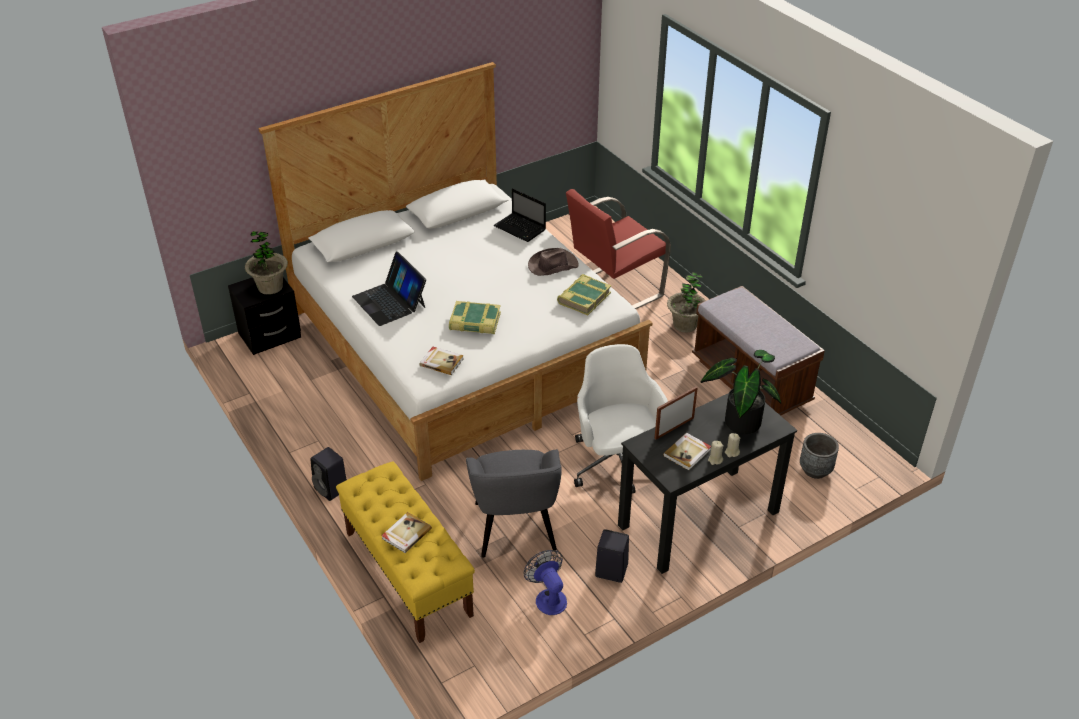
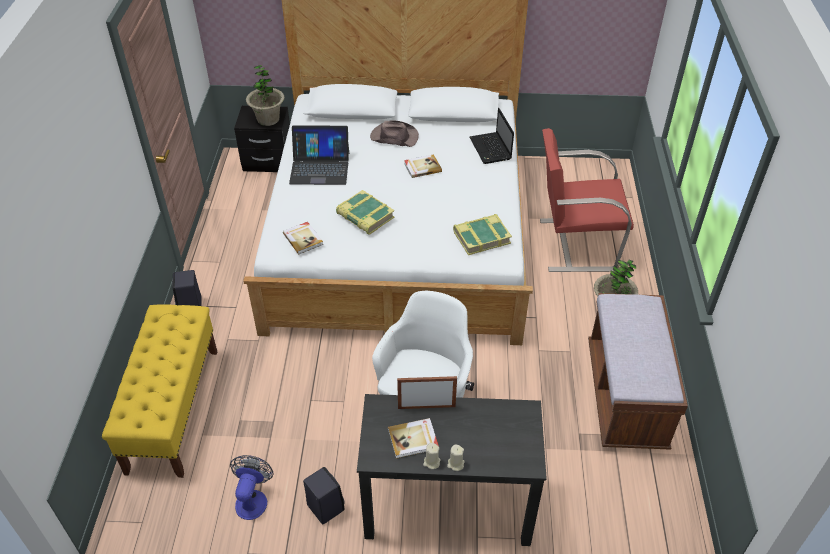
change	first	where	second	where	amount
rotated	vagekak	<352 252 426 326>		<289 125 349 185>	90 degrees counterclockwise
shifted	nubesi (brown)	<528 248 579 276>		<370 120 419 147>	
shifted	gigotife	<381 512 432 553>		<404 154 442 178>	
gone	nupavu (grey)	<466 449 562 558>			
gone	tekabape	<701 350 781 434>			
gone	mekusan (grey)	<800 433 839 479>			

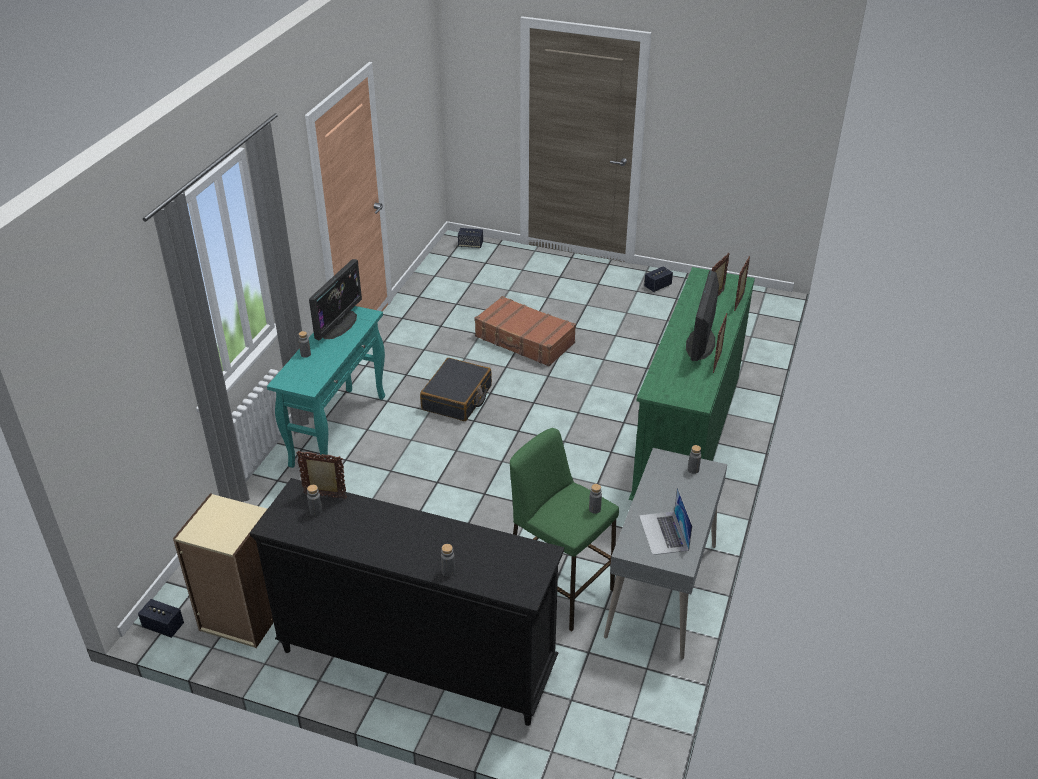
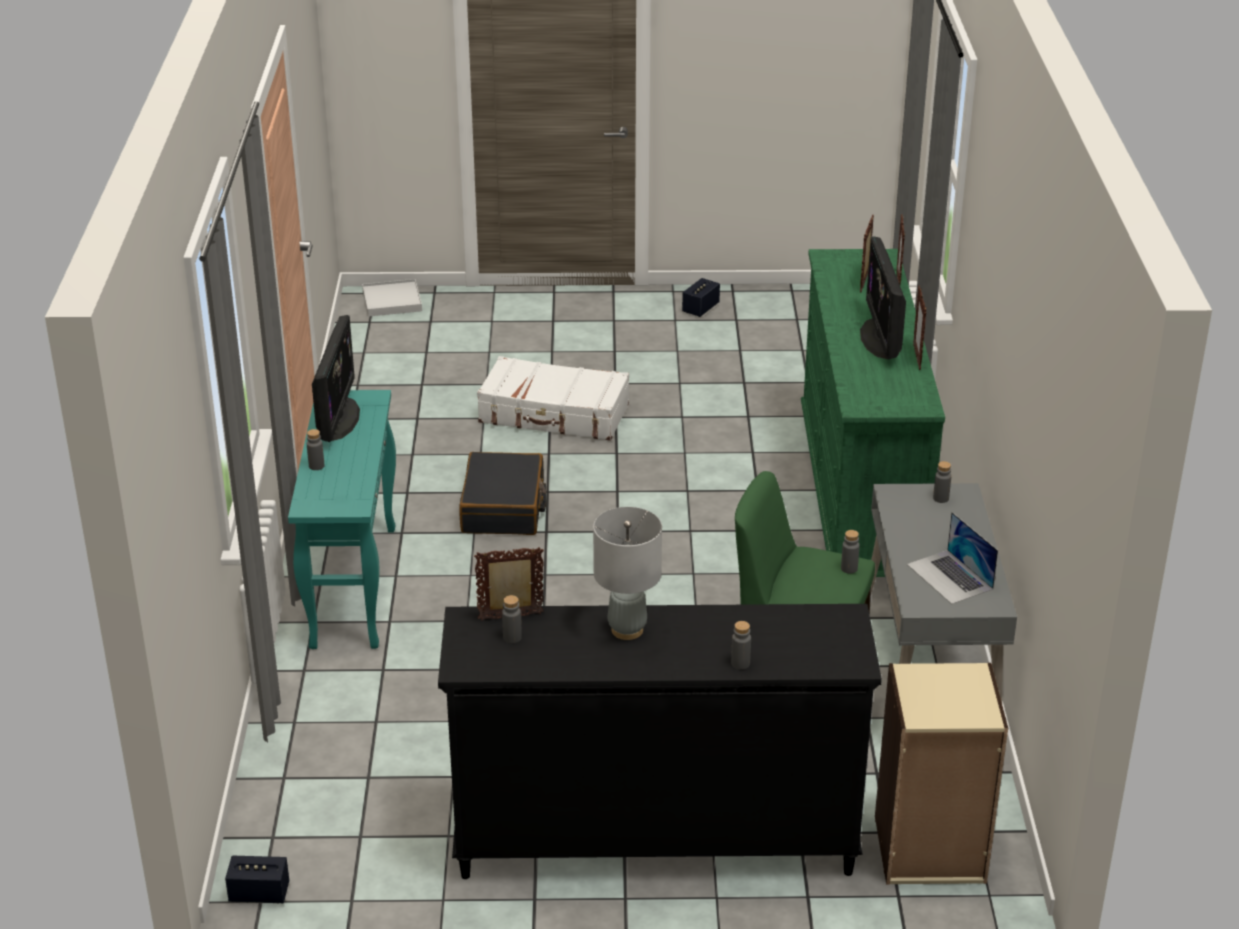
change	first	where	second	where	amount
swapped	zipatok	<458 228 483 248>	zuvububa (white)	<362 279 422 317>	
repainted	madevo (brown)	<474 296 576 366>	madevo (white)	<477 356 629 441>	
new			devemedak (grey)	<593 507 662 640>	
shifted	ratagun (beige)	<173 493 274 648>		<875 663 1008 885>	

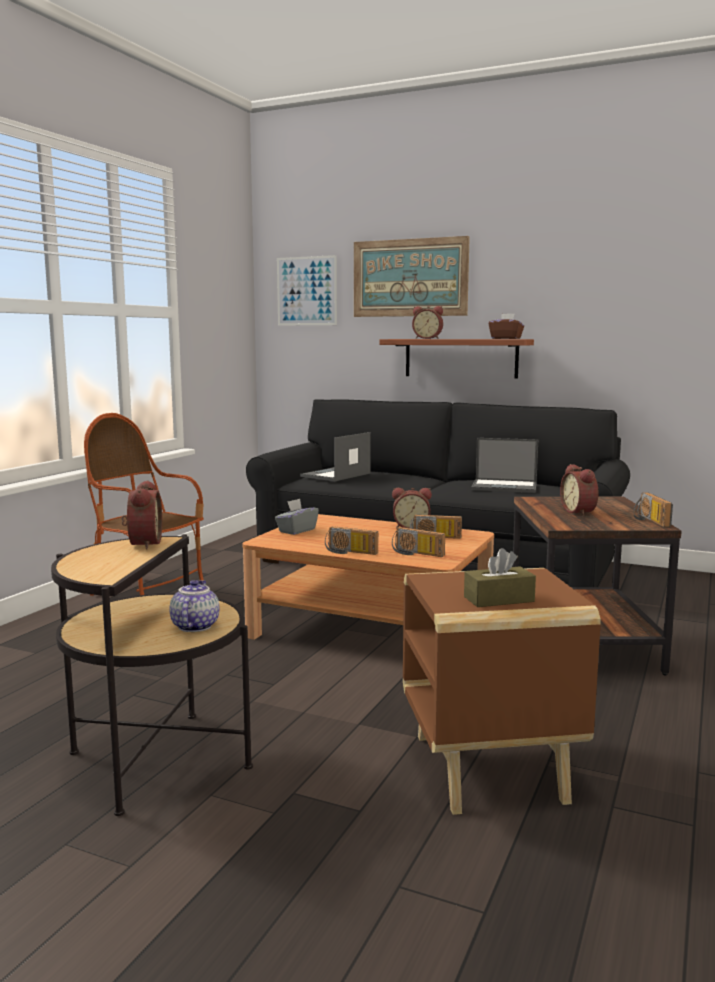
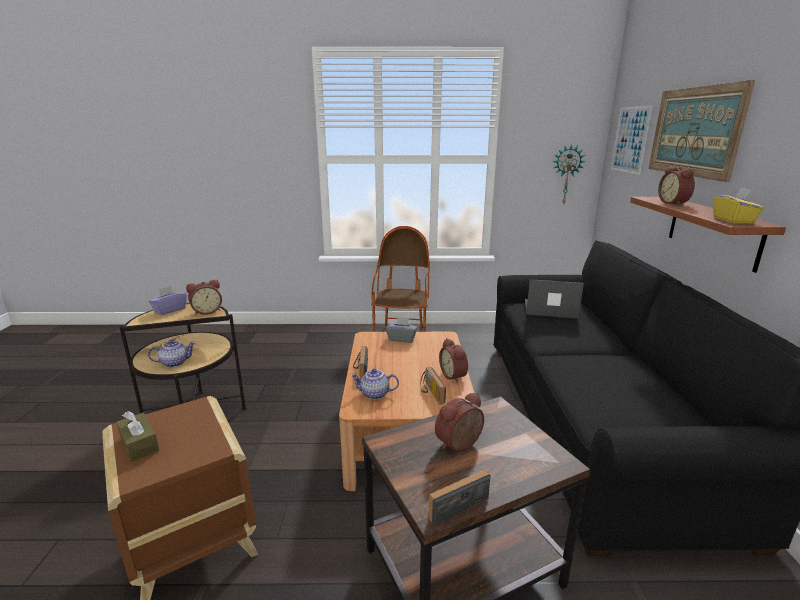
change	first	where	second	where	amount
new			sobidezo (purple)	<149 286 187 315>	
swapped	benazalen	<392 527 445 557>	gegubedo	<350 369 399 400>	
new			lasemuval	<553 144 585 205>	
repainted	sobidezo (brown)	<488 313 524 339>	sobidezo (yellow)	<713 187 764 223>	
gone	vagekak	<471 438 538 493>			

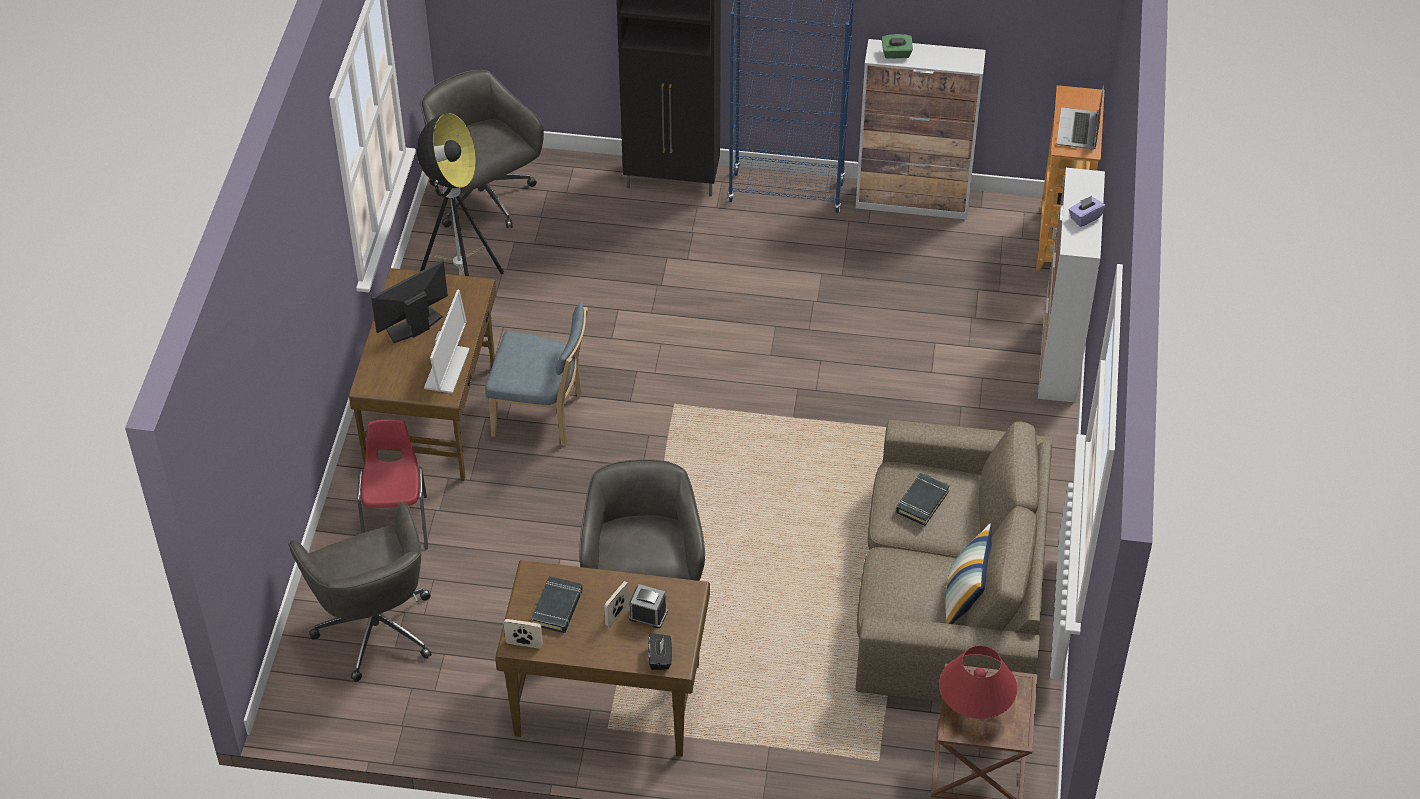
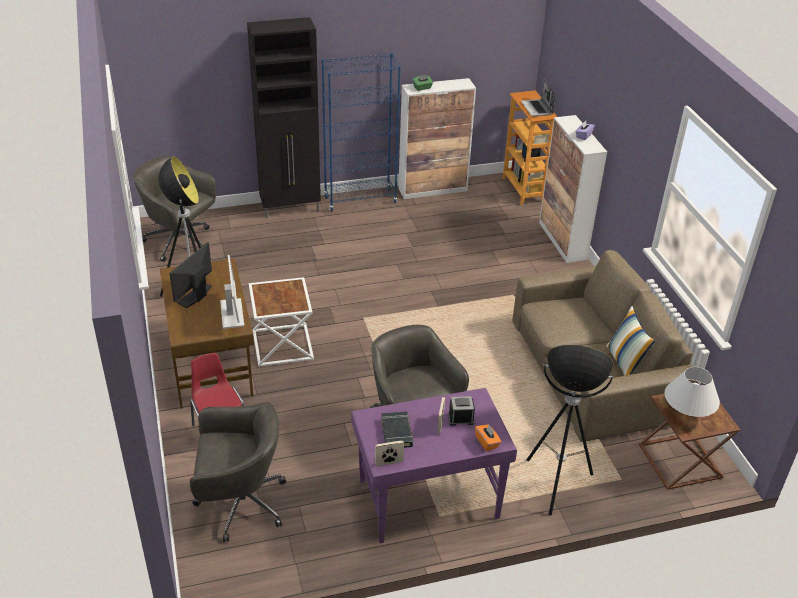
change	first	where	second	where	amount
rotated	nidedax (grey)	<288 503 432 682>		<190 402 286 542>	45 degrees counterclockwise
swapped	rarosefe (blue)	<485 302 588 446>	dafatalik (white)	<249 277 314 367>	
repainted	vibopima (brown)	<495 560 710 757>	vibopima (purple)	<351 388 517 544>	
repainted	sobidezo (black)	<648 633 672 670>	sobidezo (orange)	<475 425 501 451>	
new			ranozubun	<527 345 613 515>	
repainted	devemedak (red)	<939 645 1017 719>	devemedak (white)	<665 367 720 417>	
gone	gigotife (black)	<896 473 950 526>			

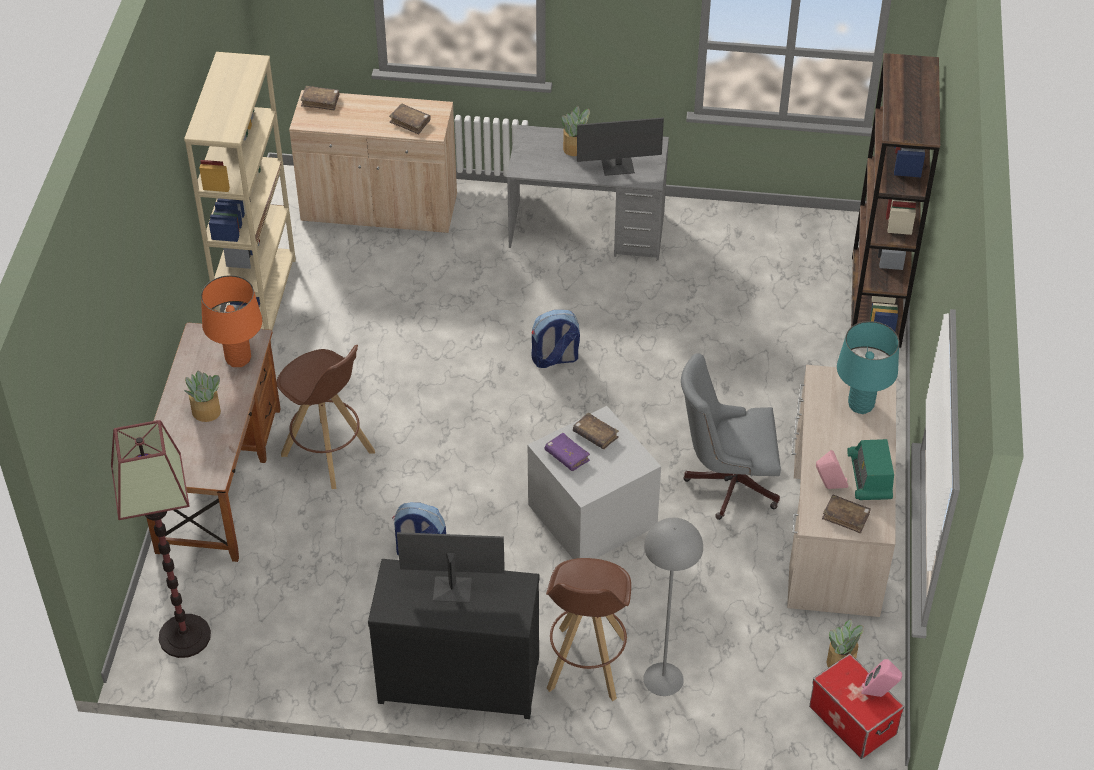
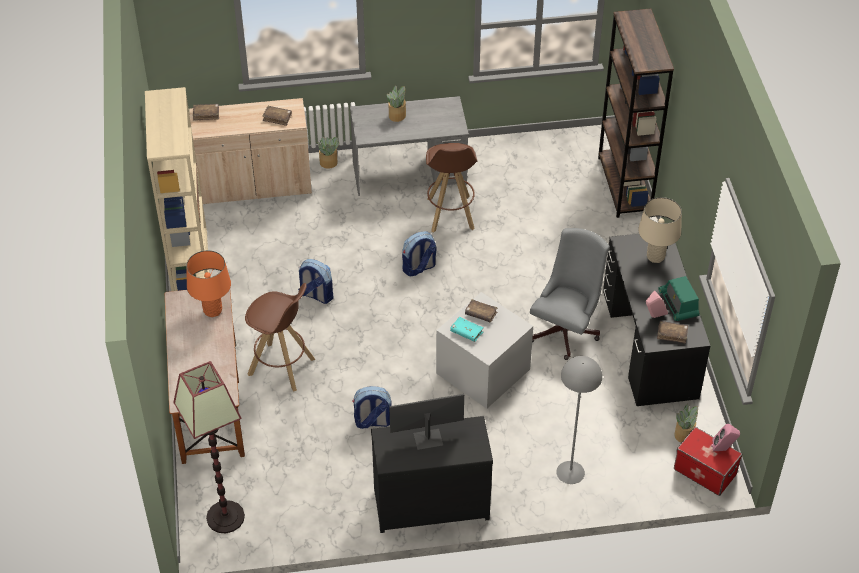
change	first	where	second	where	amount
new			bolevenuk	<298 259 334 304>	
shifted	tekabape	<184 371 221 422>		<318 137 340 169>	
shifted	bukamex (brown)	<546 558 631 701>		<426 143 477 233>	
repainted	gigotife (purple)	<545 433 590 471>	gigotife (turquoise)	<450 317 484 342>	
rotated	nidedax (grey)	<681 353 781 520>		<530 228 610 360>	135 degrees clockwise
repainted	vibopima (beige)	<787 365 896 617>	vibopima (black)	<603 234 710 406>	
repainted	devemedak (turquoise)	<837 321 899 414>	devemedak (beige)	<638 197 682 263>	
gone	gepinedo	<577 117 664 176>			

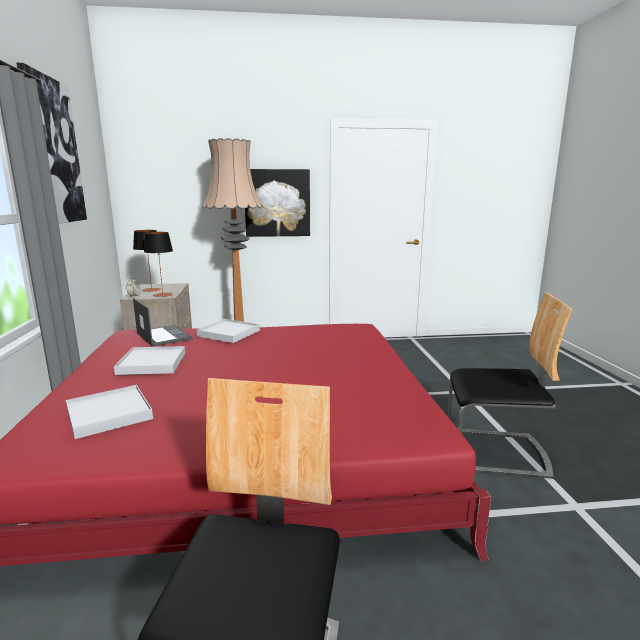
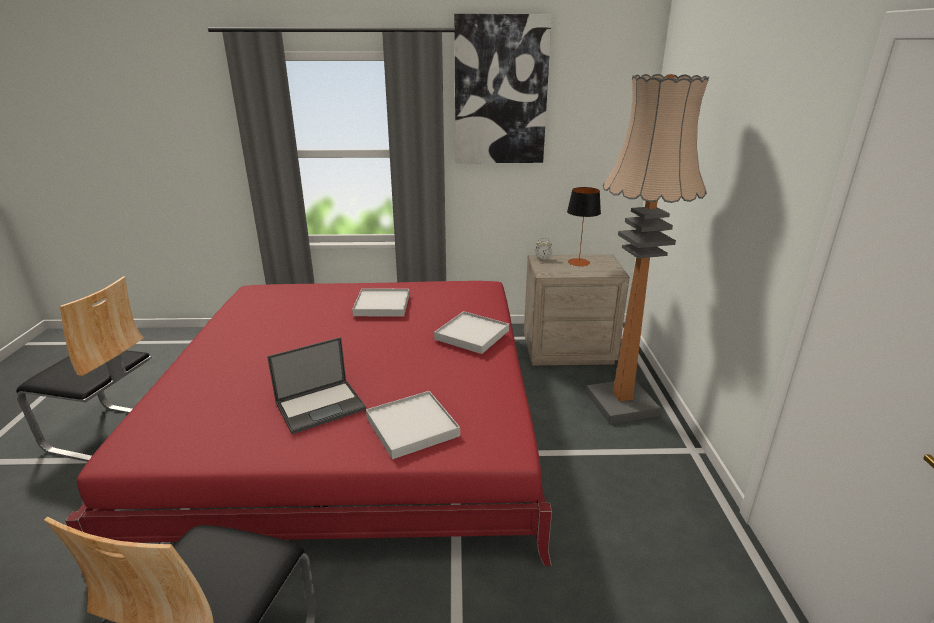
change	first	where	second	where	amount
shifted	vagekak	<133 298 193 347>		<267 337 366 434>	
shifted	zuvububa (white)	<66 385 153 439>		<366 391 460 460>	
gone	devemedak	<144 232 173 297>			
gone	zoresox	<245 169 310 237>			

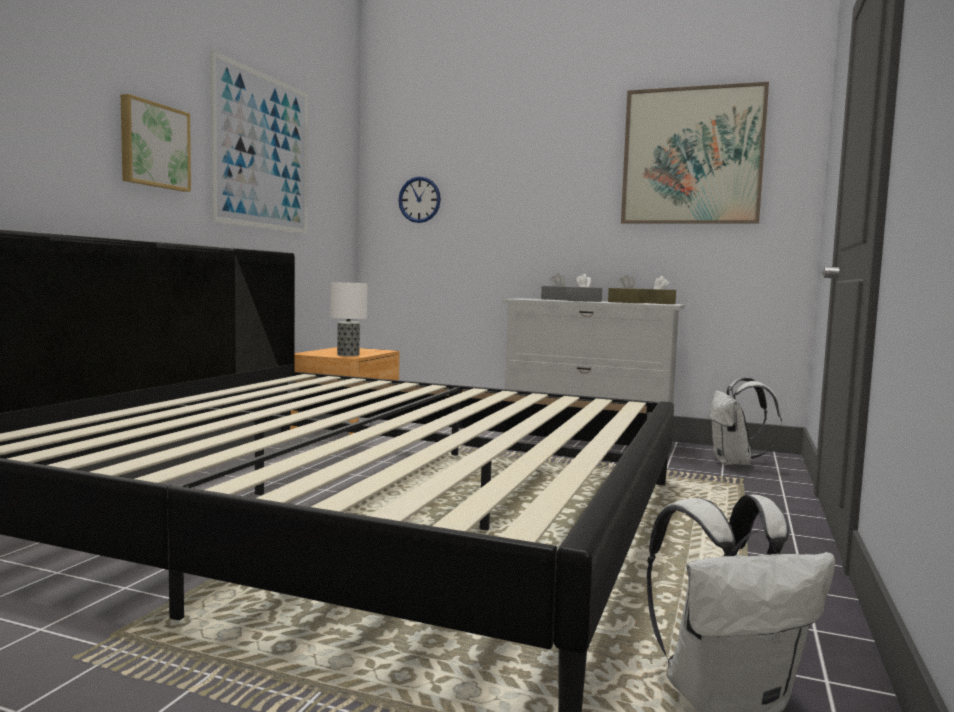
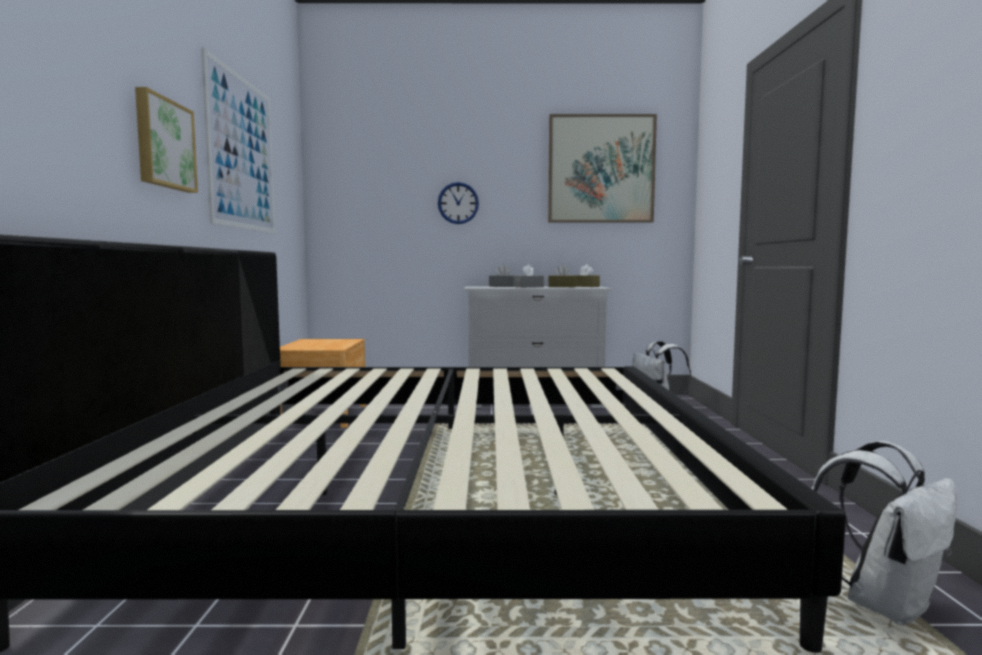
change	first	where	second	where	amount
shifted	lasemuval	<398 176 441 223>		<438 182 479 224>	
gone	devemedak	<330 282 367 356>			

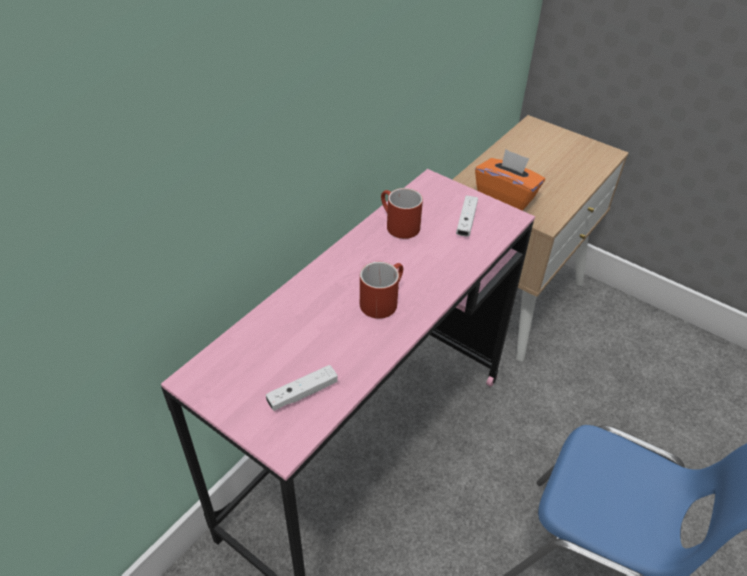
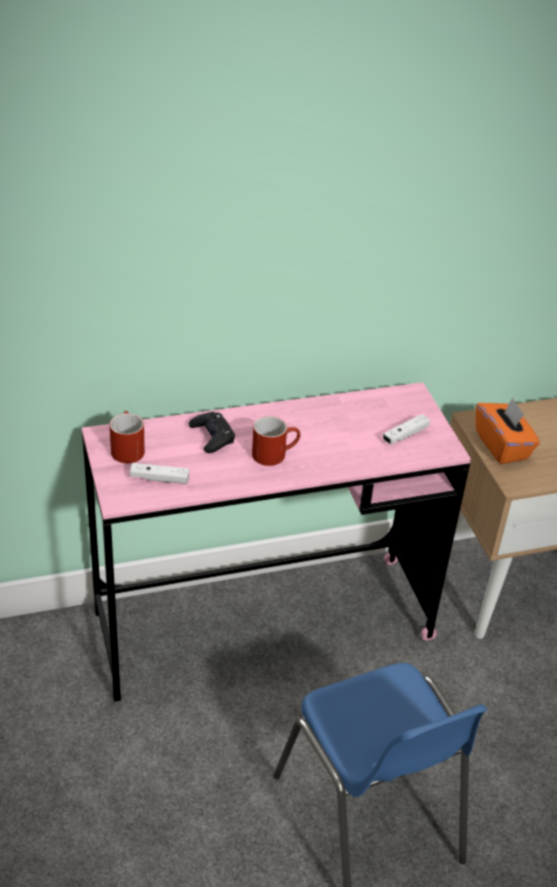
change	first	where	second	where	amount
shifted	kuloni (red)	<381 188 423 239>		<110 411 145 463>	
new			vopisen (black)	<188 412 235 453>	

